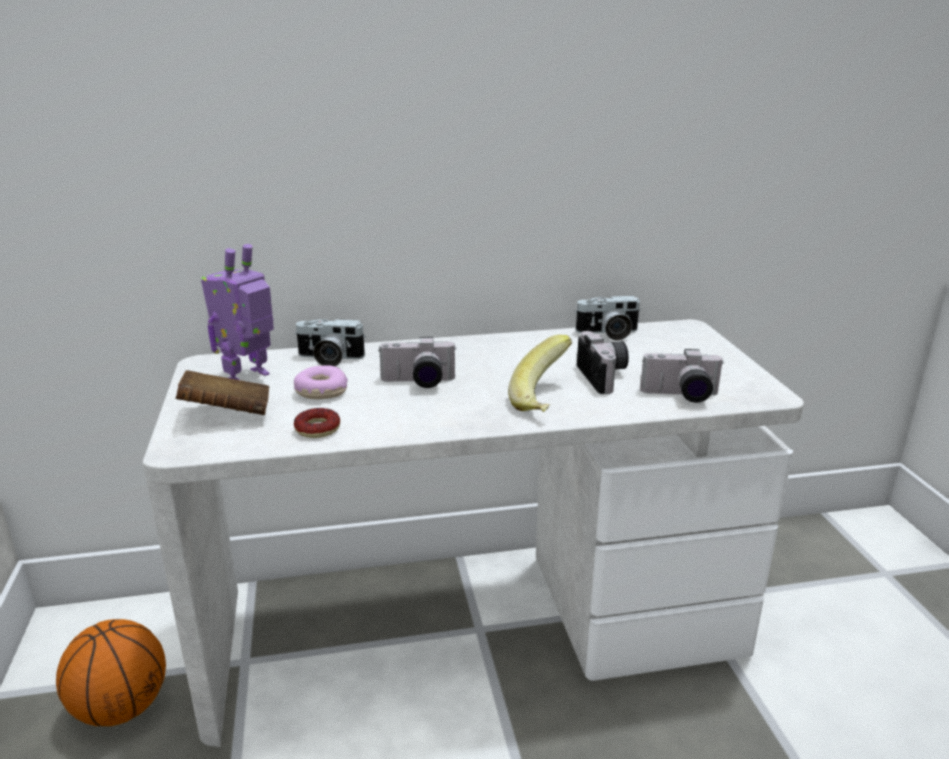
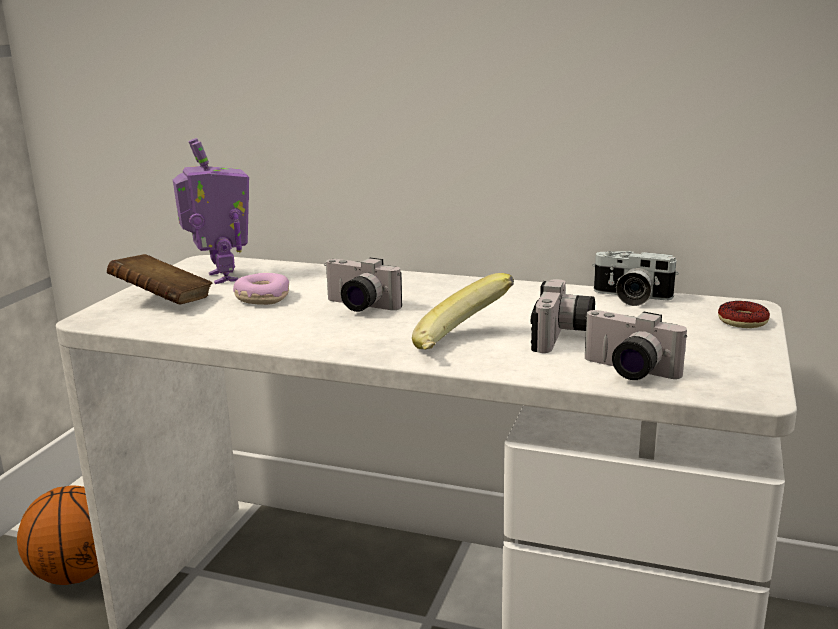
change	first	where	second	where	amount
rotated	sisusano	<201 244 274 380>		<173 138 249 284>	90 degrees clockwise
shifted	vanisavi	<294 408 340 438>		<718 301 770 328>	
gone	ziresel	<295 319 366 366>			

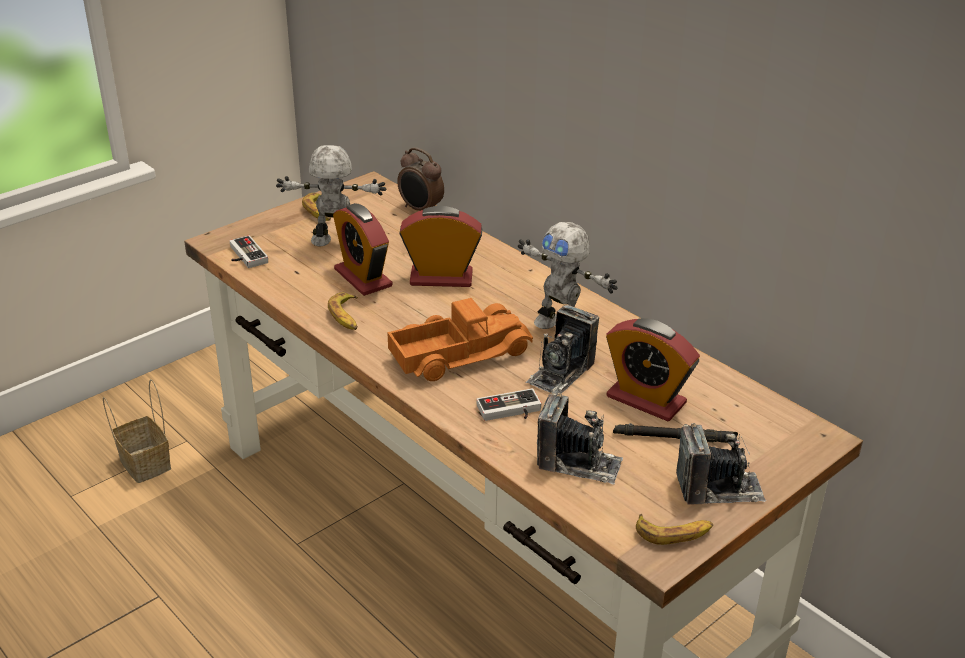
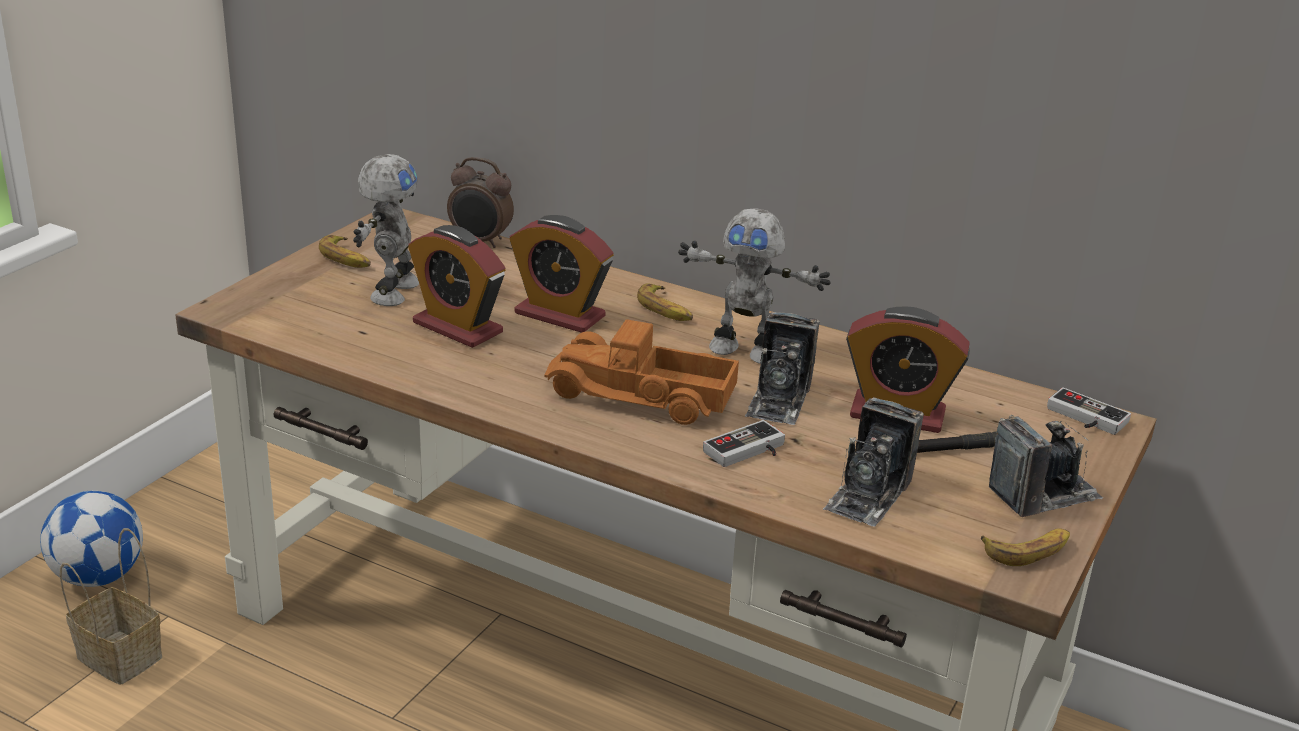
change	first	where	second	where	amount
new			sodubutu	<40 491 143 587>	
rotated	sisusano	<276 145 387 246>		<353 154 419 306>	120 degrees clockwise
rotated	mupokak	<399 206 482 287>		<509 215 614 333>	135 degrees counterclockwise
rotated	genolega	<387 298 533 381>		<544 319 739 425>	120 degrees counterclockwise
shifted	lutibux	<328 293 358 330>		<637 283 693 321>	
rotated	ziresel	<537 393 623 485>		<823 397 924 527>	120 degrees clockwise
shifted	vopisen	<230 235 268 268>		<1047 387 1131 435>	

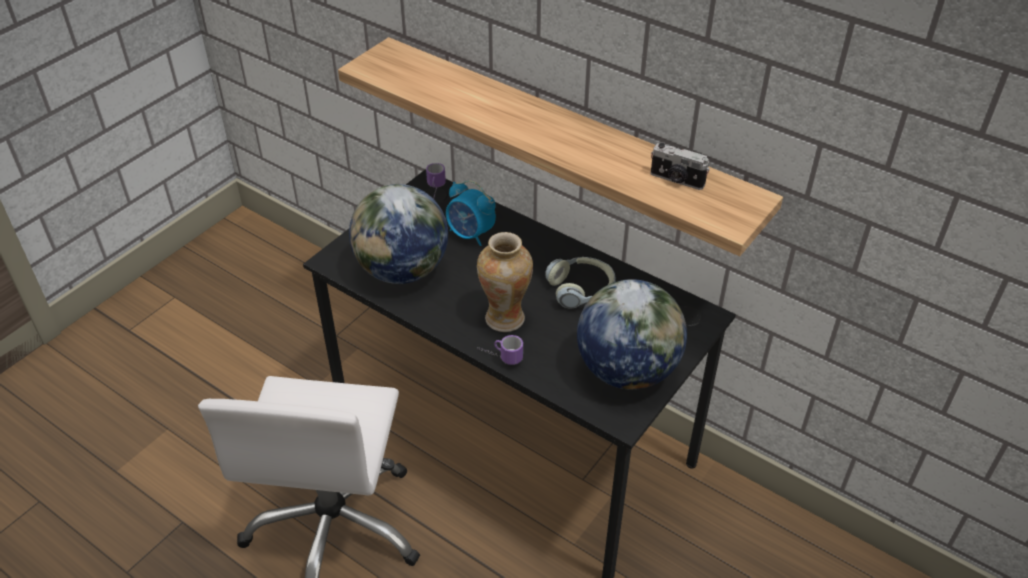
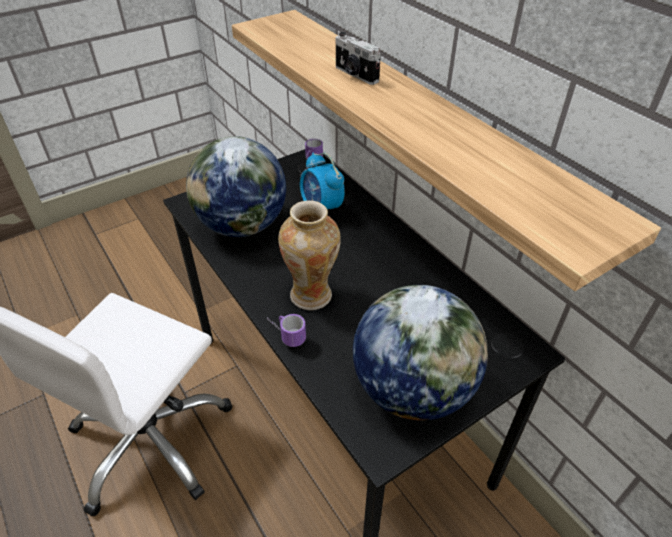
change	first	where	second	where	amount
shifted	ziresel	<651 143 710 190>		<336 32 381 85>	
gone	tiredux	<545 257 616 309>			

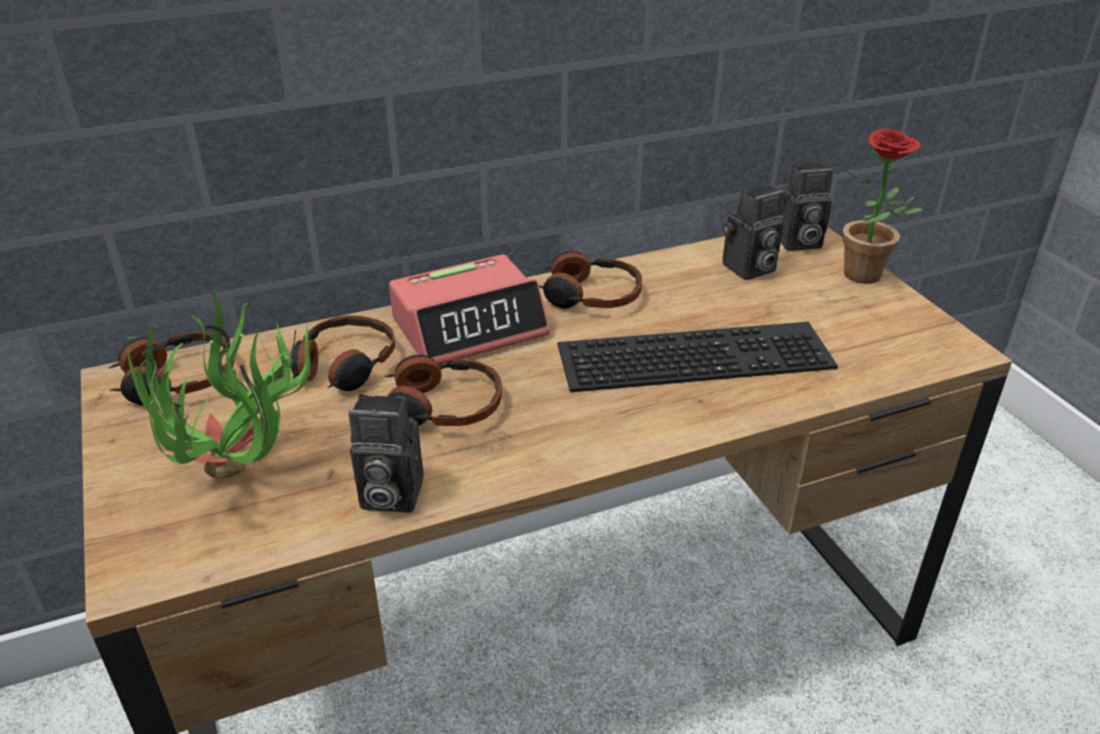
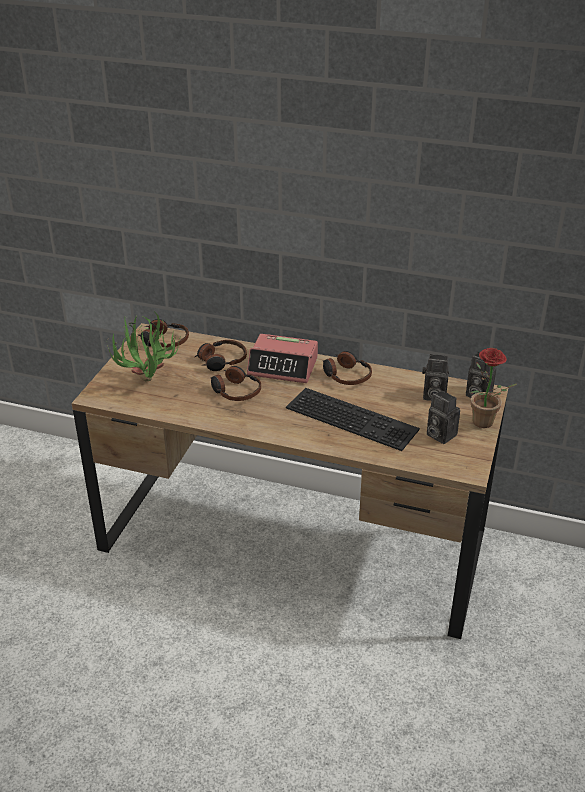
change	first	where	second	where	amount
shifted	ziresel	<348 394 424 513>		<427 390 460 444>	

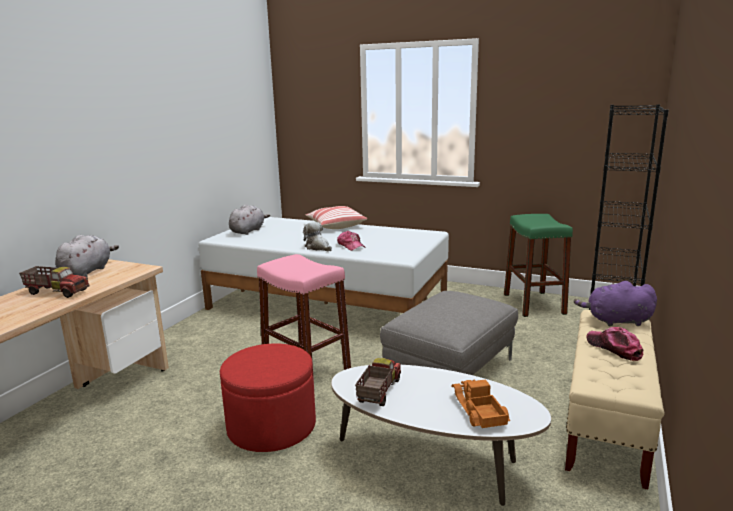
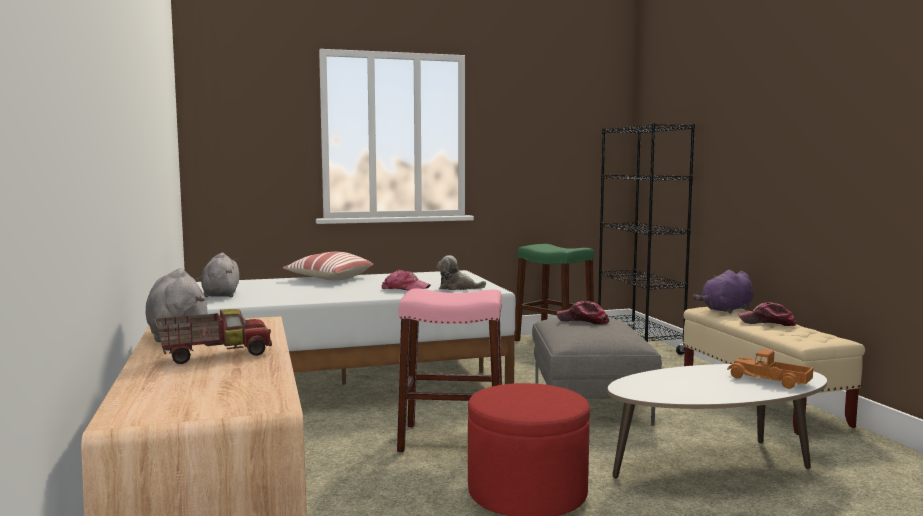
change	first	where	second	where	amount
shifted	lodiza	<303 222 332 251>		<437 255 486 290>	
new			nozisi	<557 301 609 325>	
gone	genolega	<355 358 401 406>			

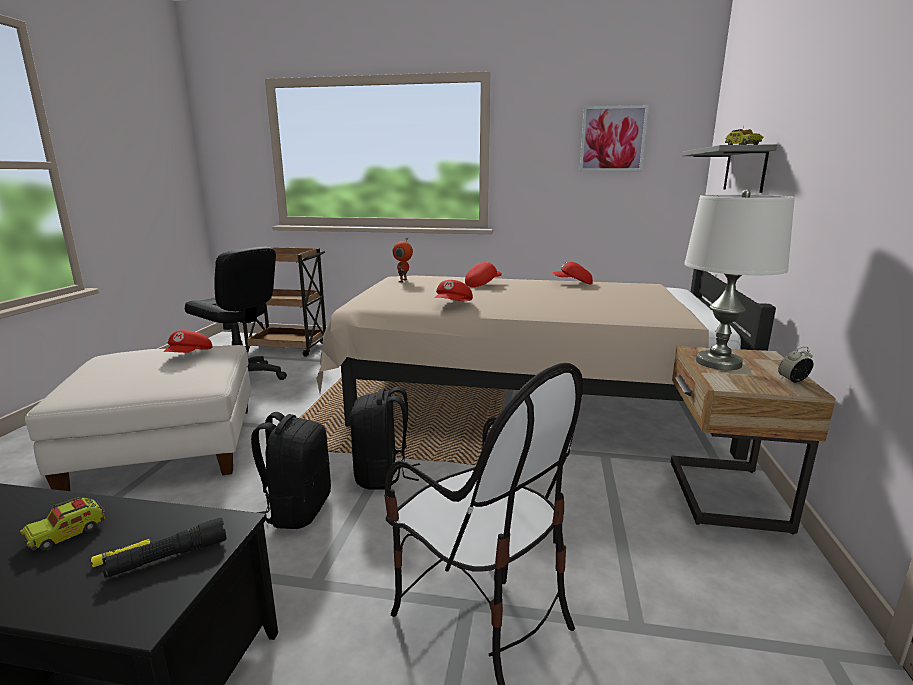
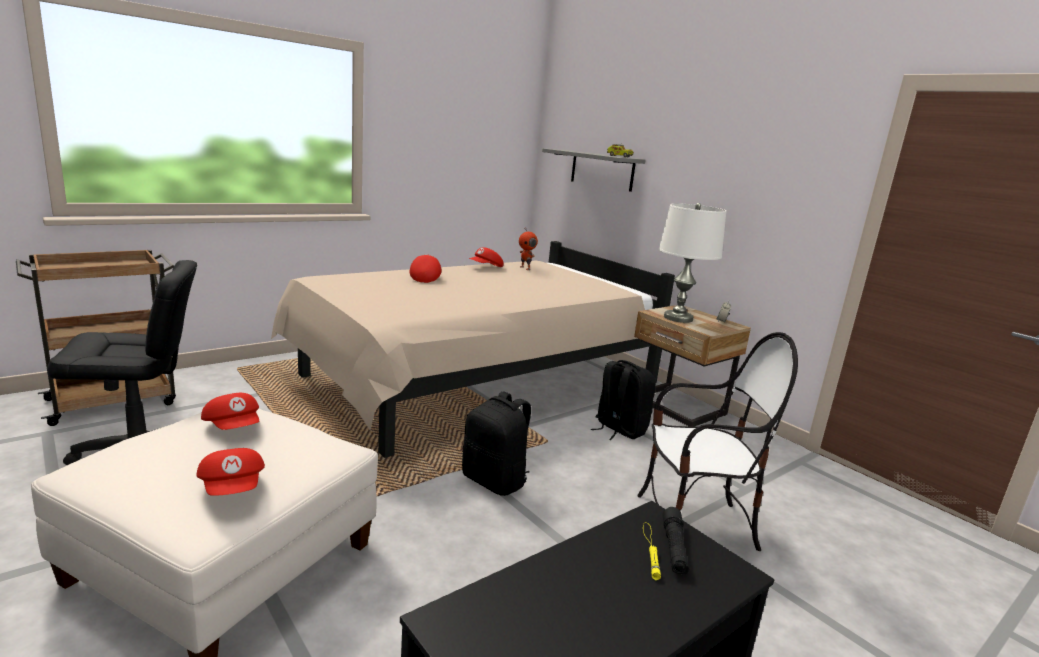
change	first	where	second	where	amount
shifted	nozisi (red)	<435 280 473 301>		<196 448 265 496>	
shifted	sisusano	<393 238 413 283>		<519 228 538 270>	
shifted	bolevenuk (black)	<251 412 331 529>		<591 360 656 440>	
gone	genolega	<20 497 105 551>			
gone	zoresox	<579 105 649 171>			

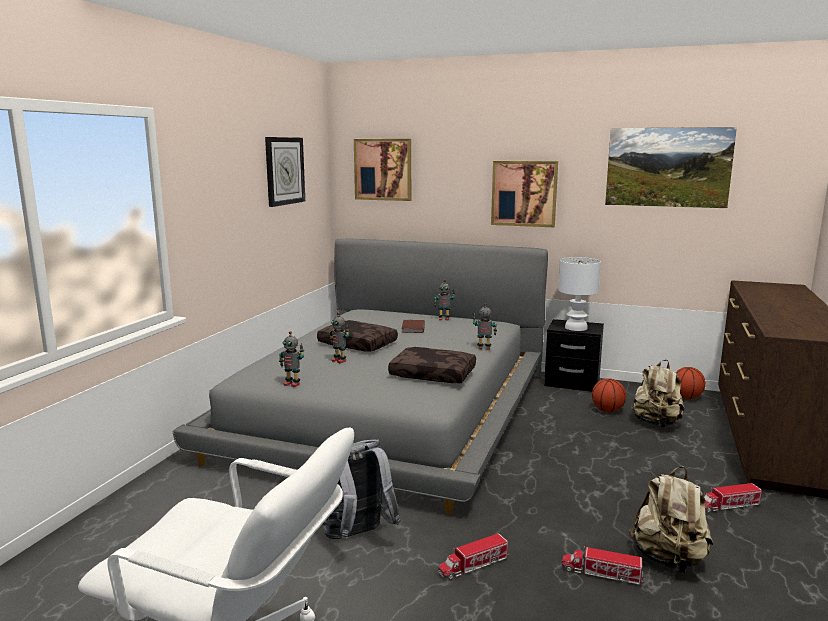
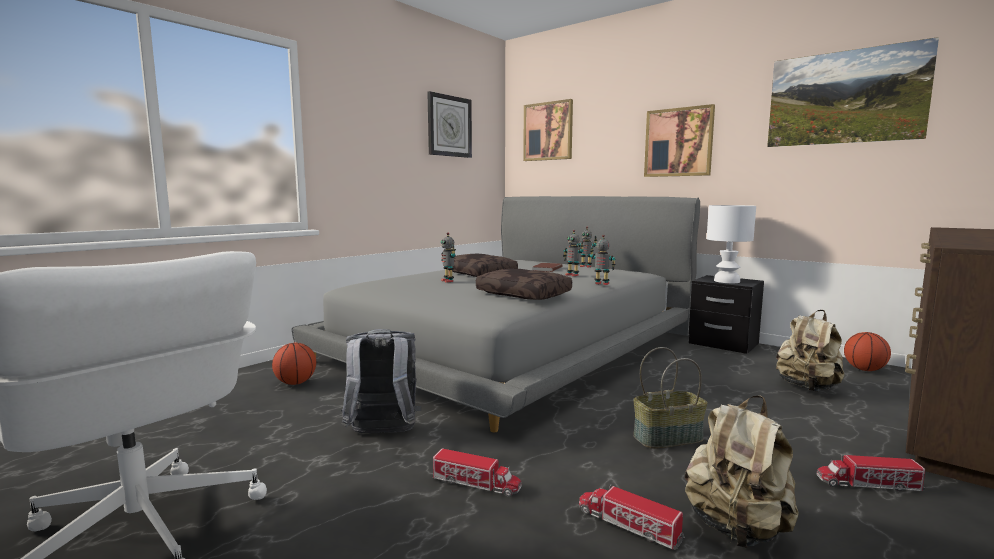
change	first	where	second	where	amount
shifted	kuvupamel	<592 378 626 412>		<272 343 316 385>	
rotated	genolega	<438 533 509 580>		<431 448 522 497>	150 degrees counterclockwise
shifted	sisusano	<279 331 304 387>		<563 230 584 276>	
new			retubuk	<633 347 708 449>	

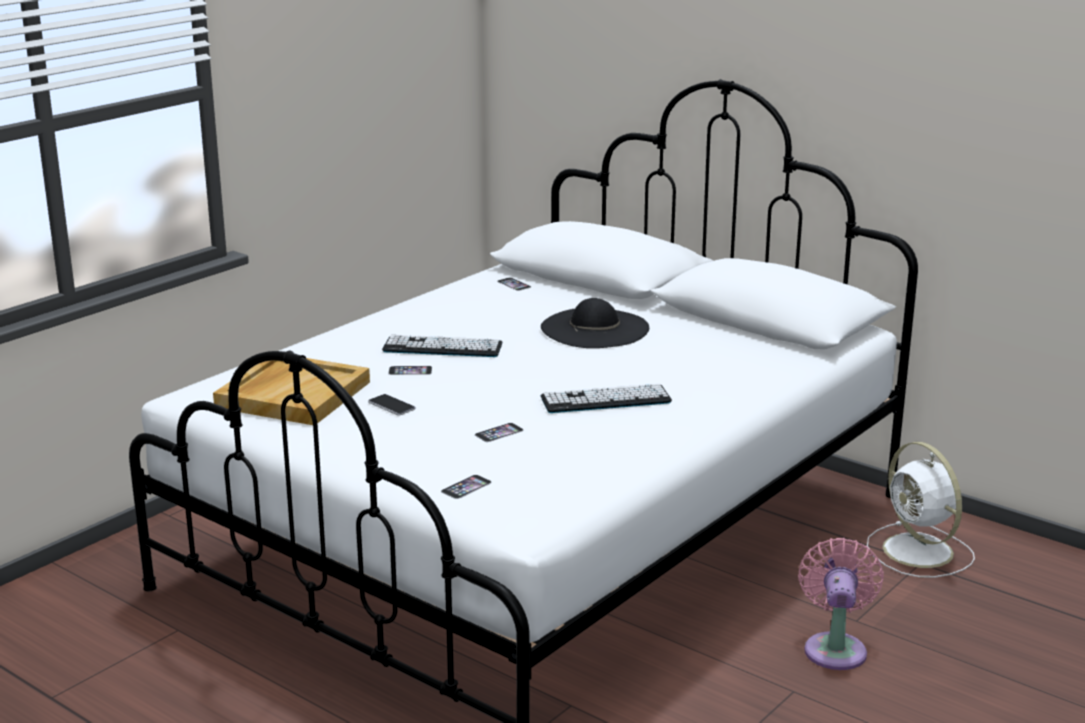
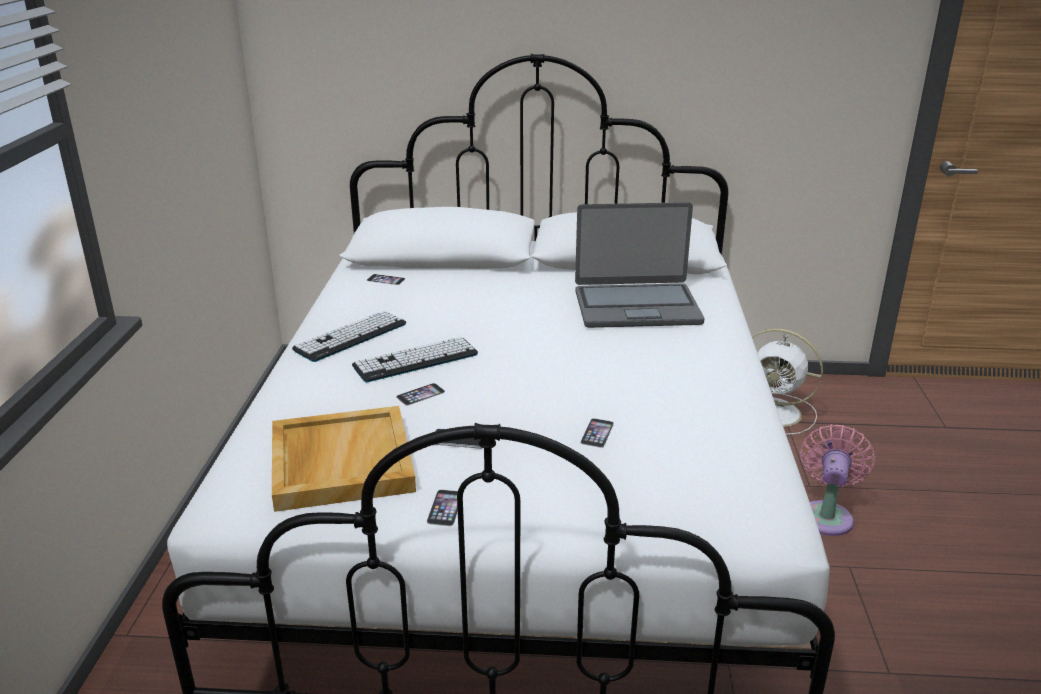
change	first	where	second	where	amount
shifted	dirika	<541 384 672 413>		<292 311 406 362>	
shifted	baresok	<441 475 492 499>		<427 490 458 526>	
new			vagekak	<575 202 705 328>	
rotated	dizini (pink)	<798 538 884 670>		<800 424 875 536>	45 degrees clockwise
gone	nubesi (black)	<541 298 649 348>			

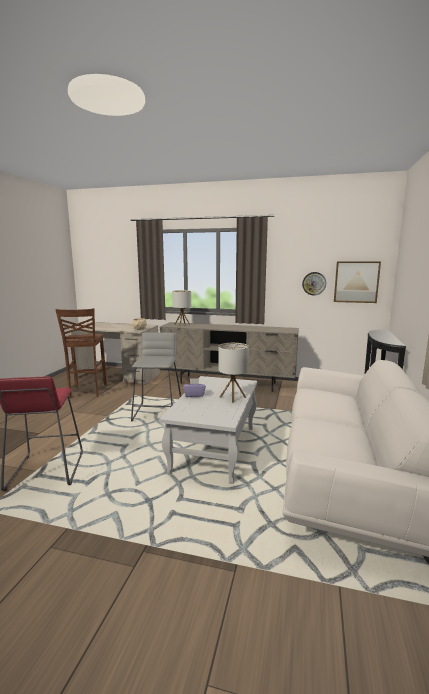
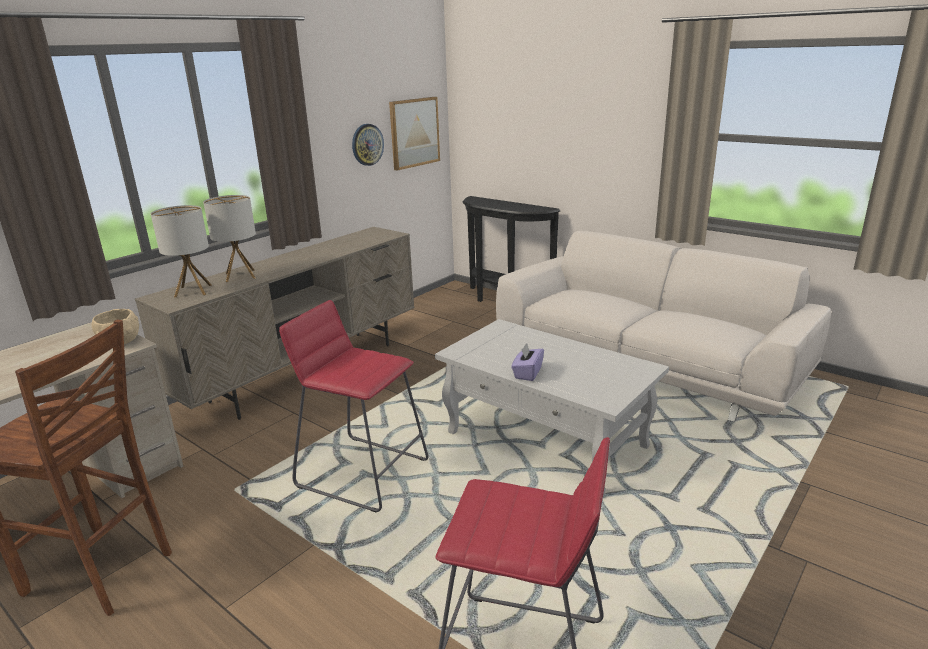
change	first	where	second	where	amount
shifted	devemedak	<218 343 249 403>		<203 195 256 282>	
repainted	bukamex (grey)	<131 332 181 421>	bukamex (red)	<279 300 428 512>	

